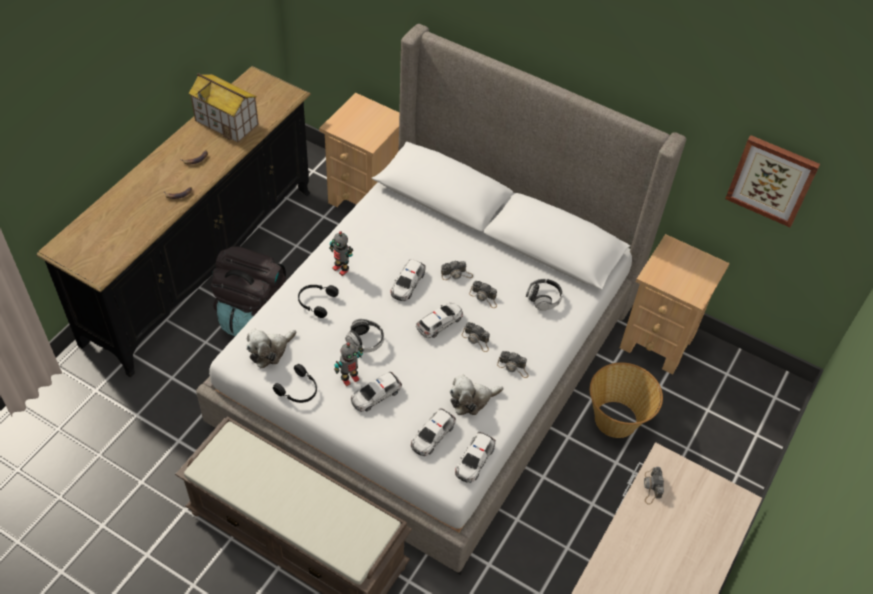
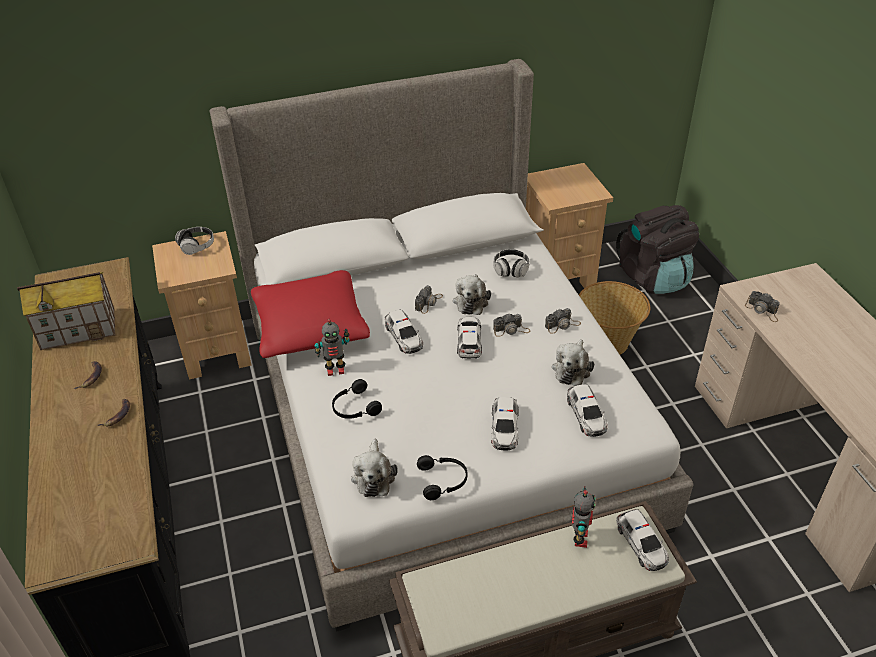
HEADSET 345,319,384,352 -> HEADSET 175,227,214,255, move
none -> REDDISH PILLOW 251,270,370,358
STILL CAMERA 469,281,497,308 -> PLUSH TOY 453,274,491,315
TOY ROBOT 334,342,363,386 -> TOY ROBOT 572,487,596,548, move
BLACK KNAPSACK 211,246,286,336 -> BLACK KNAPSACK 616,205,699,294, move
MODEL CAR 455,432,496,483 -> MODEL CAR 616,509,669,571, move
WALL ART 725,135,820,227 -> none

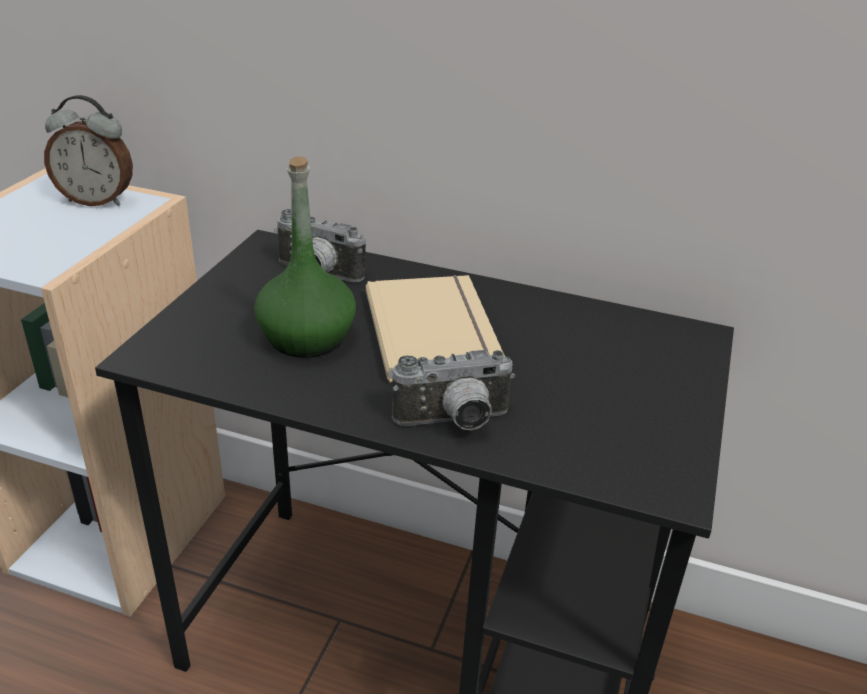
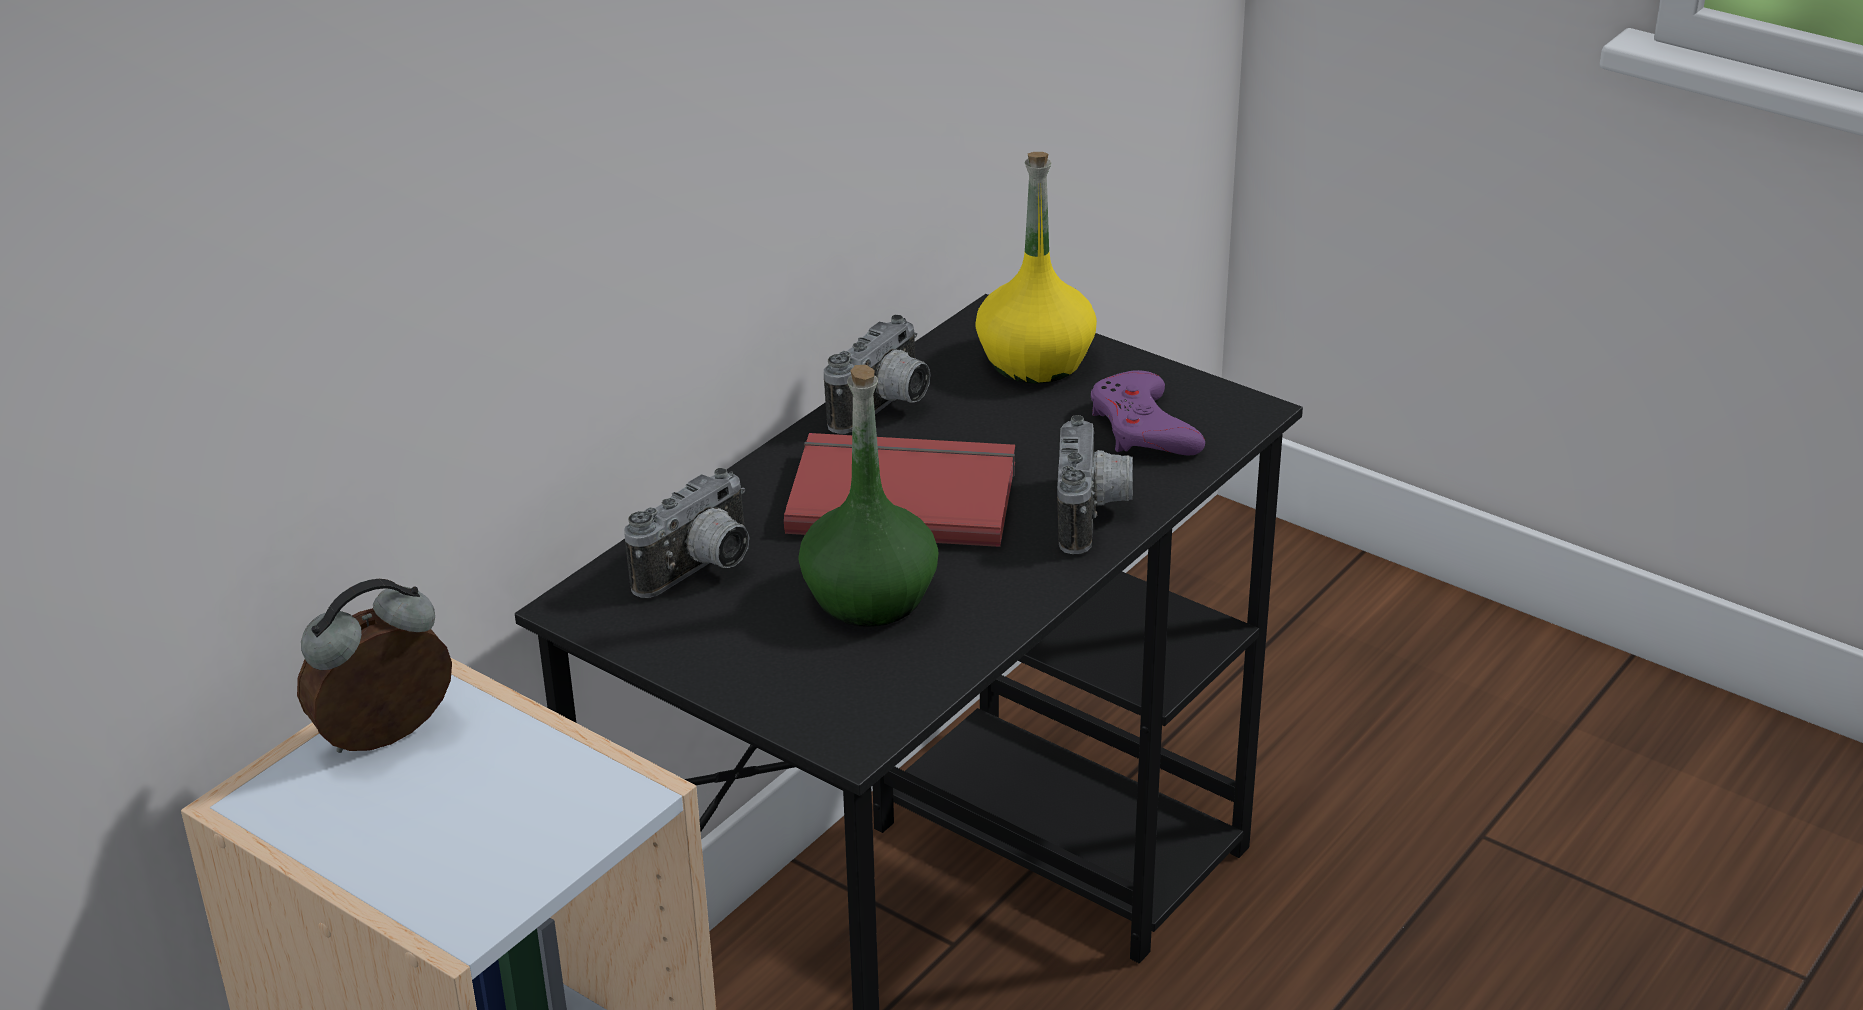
BEDSIDE CLOCK 44,95,133,206 -> BEDSIDE CLOCK 297,579,452,753, 150 degrees counterclockwise
SAND-COLOURED VOLUME 366,275,505,383 -> REDDISH VOLUME 784,433,1015,547
none -> STILL CAMERA 824,315,931,434
none -> YELLOW DRINK BOTTLE 975,152,1097,383
none -> PURPLE-COLOURED JOYPAD 1091,370,1205,455

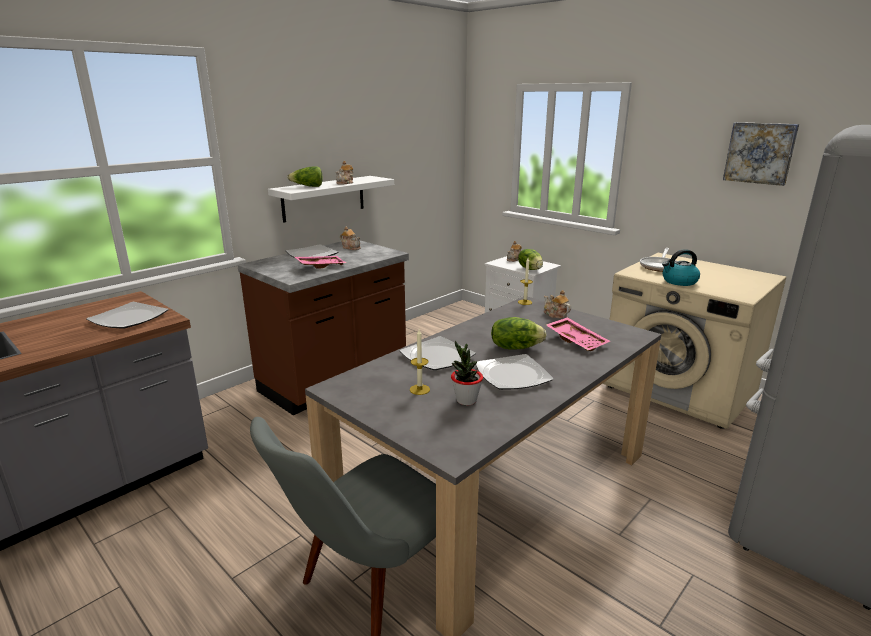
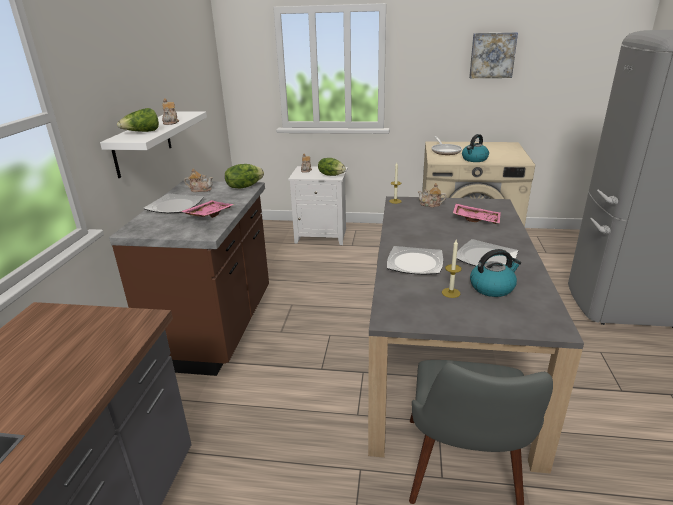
LETTUCE 491,317,547,349 -> LETTUCE 225,164,264,188, move
HOUSEPLANT 451,341,483,405 -> WATER KETTLE 470,249,521,297
PLATE 86,302,169,329 -> none

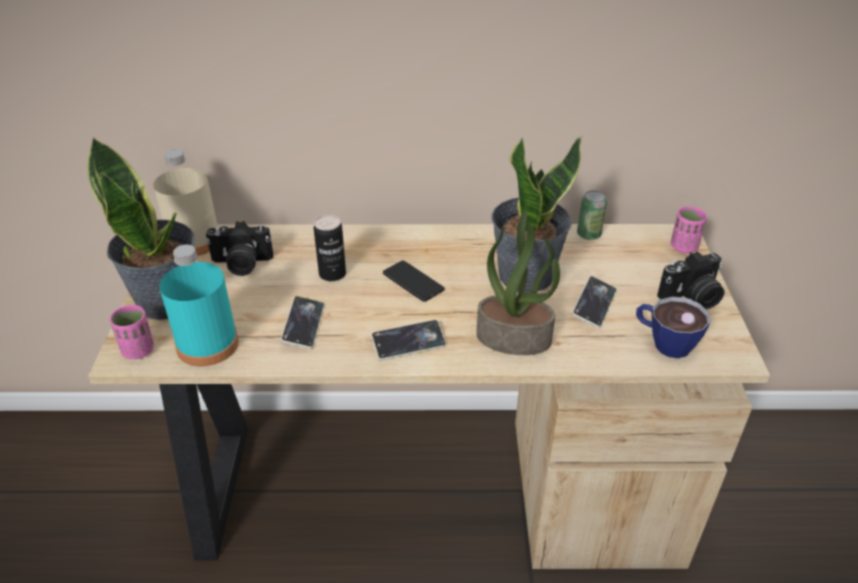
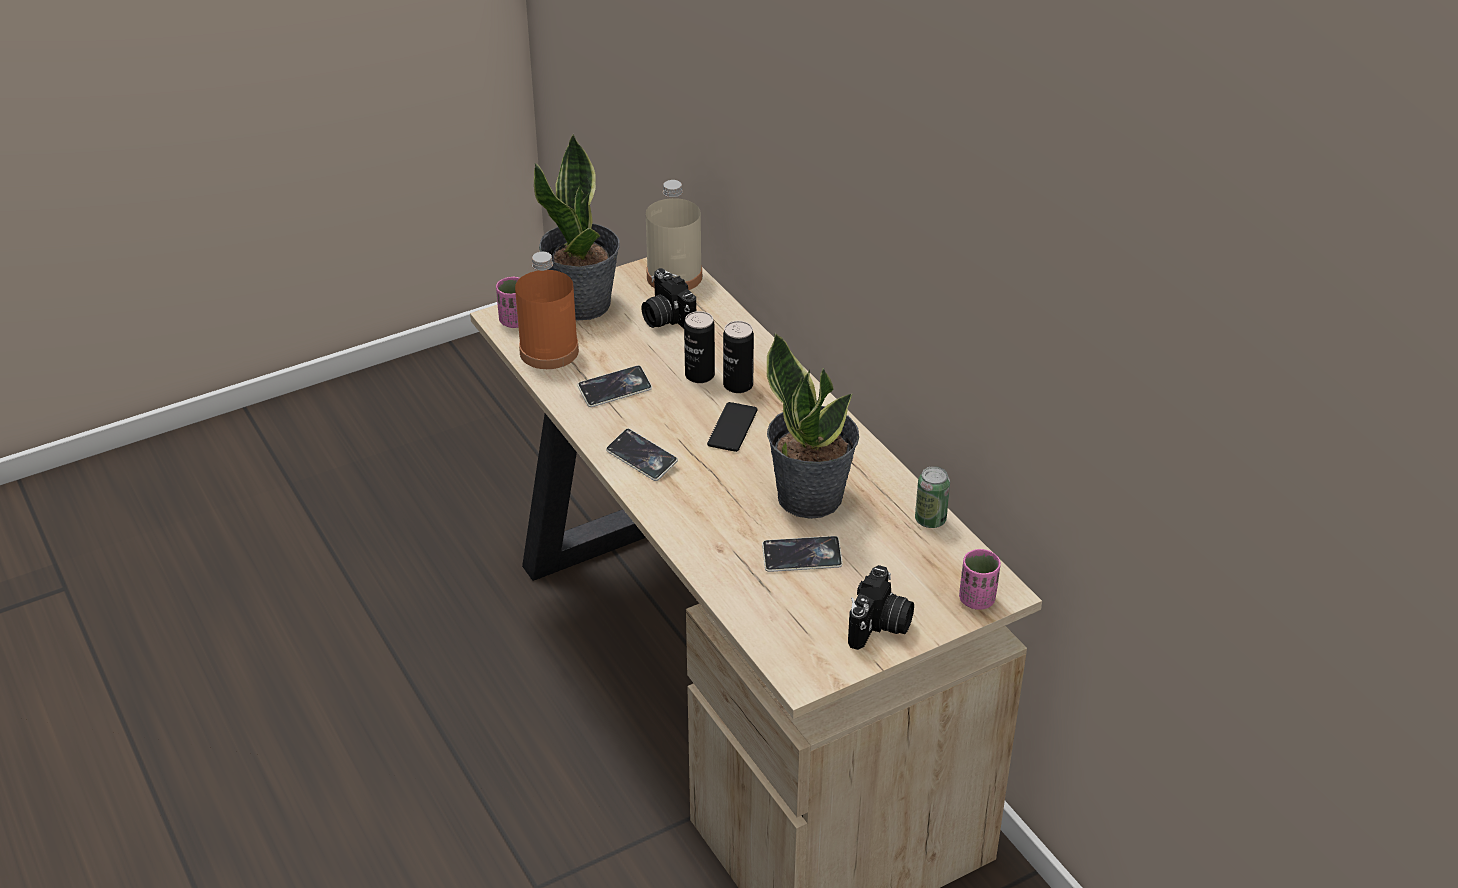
BLUE-GREEN DRINK BOTTLE 159,244,239,366 -> ORANGE DRINK BOTTLE 515,252,579,369
none -> METAL CAN 723,321,754,393
STILL CAMERA 657,251,724,309 -> STILL CAMERA 848,565,914,650, 105 degrees counterclockwise
HOUSEPLANT 476,211,560,355 -> none
SMALL CUP 636,297,710,358 -> none

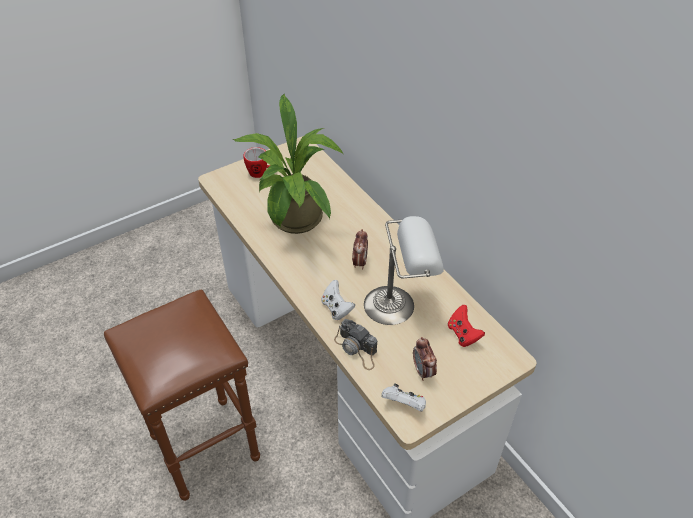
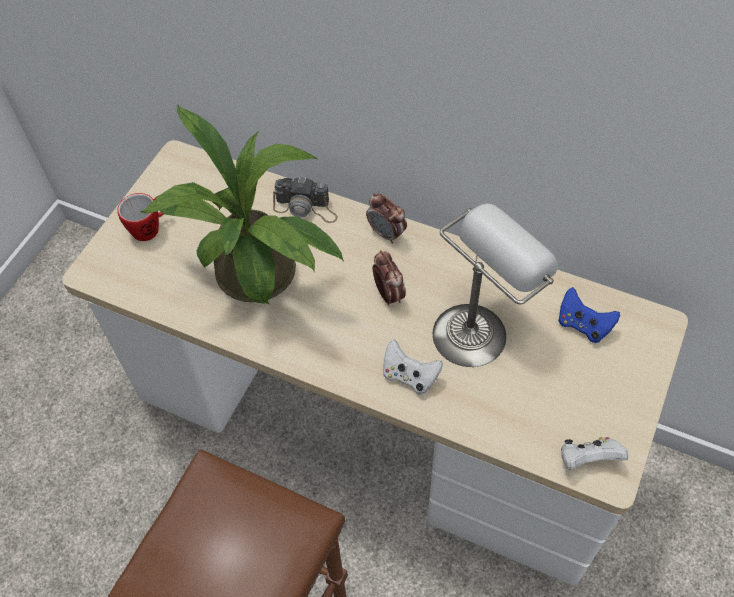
STILL CAMERA 334,319,377,370 -> STILL CAMERA 273,177,338,223, move
BEDSIDE CLOCK 413,337,437,381 -> BEDSIDE CLOCK 366,193,407,244, move
REDDISH JOYPAD 448,305,485,347 -> BLUE JOYPAD 558,287,620,343

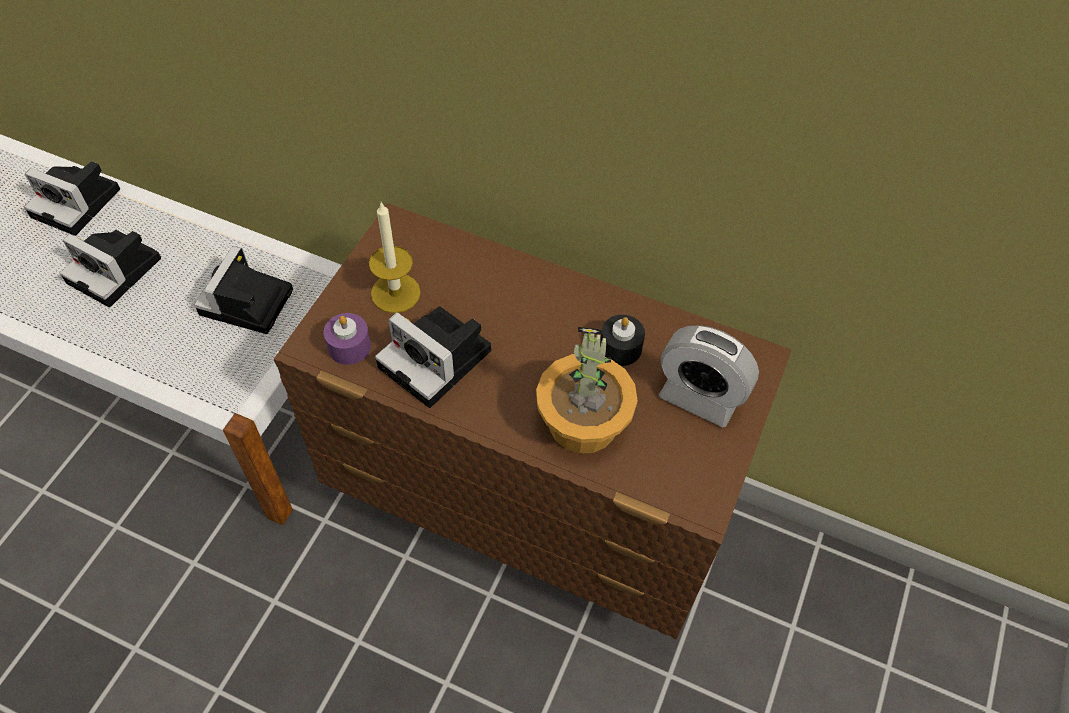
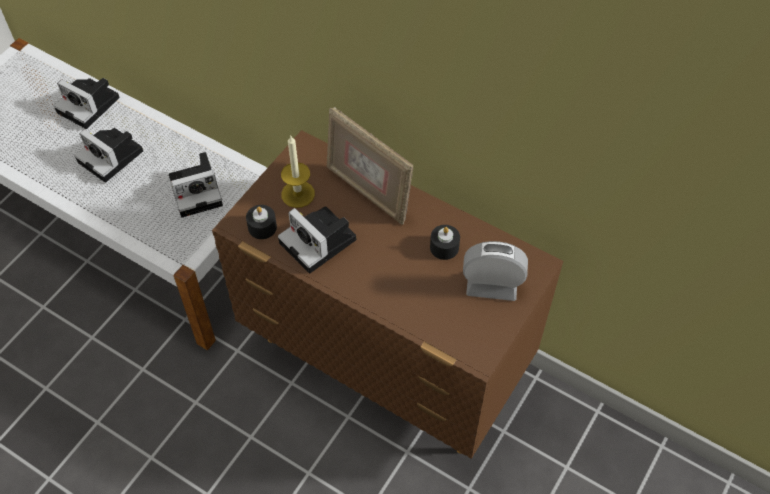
STILL CAMERA 194,246,293,334 -> STILL CAMERA 169,152,223,217, 135 degrees counterclockwise
PURPLE-COLOURED WAX CANDLE 324,313,371,365 -> BLACK WAX CANDLE 246,205,277,239
none -> PHOTO FRAME 327,107,413,225
BEDSIDE CLOCK 659,326,759,427 -> BEDSIDE CLOCK 463,241,528,301, 150 degrees clockwise
HOUSEPLANT 536,327,638,454 -> none

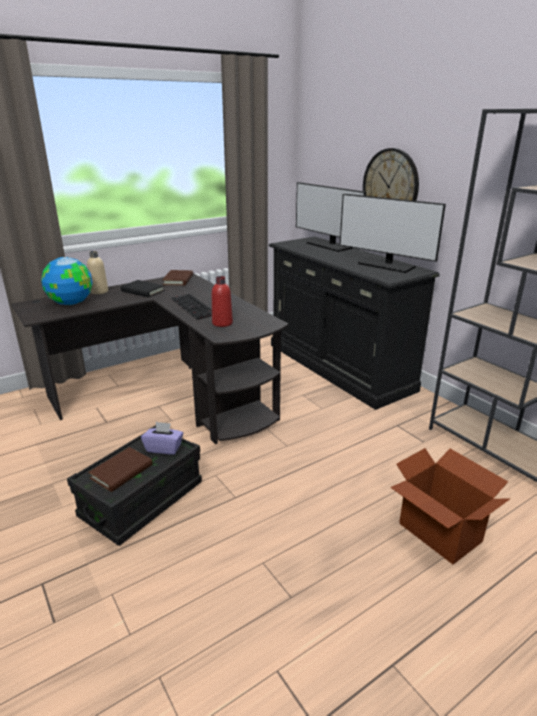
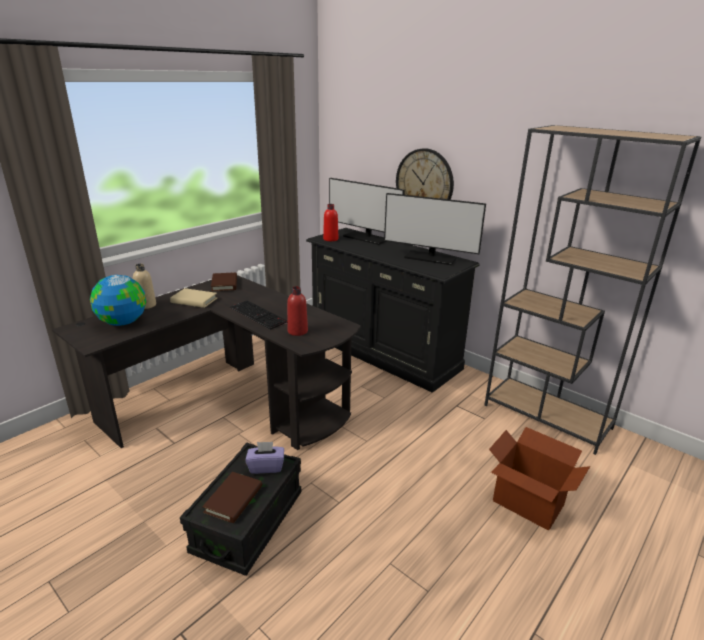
BLACK VOLUME 121,280,165,297 -> SAND-COLOURED VOLUME 170,288,217,308
none -> REDDISH DRINK BOTTLE 323,204,338,241

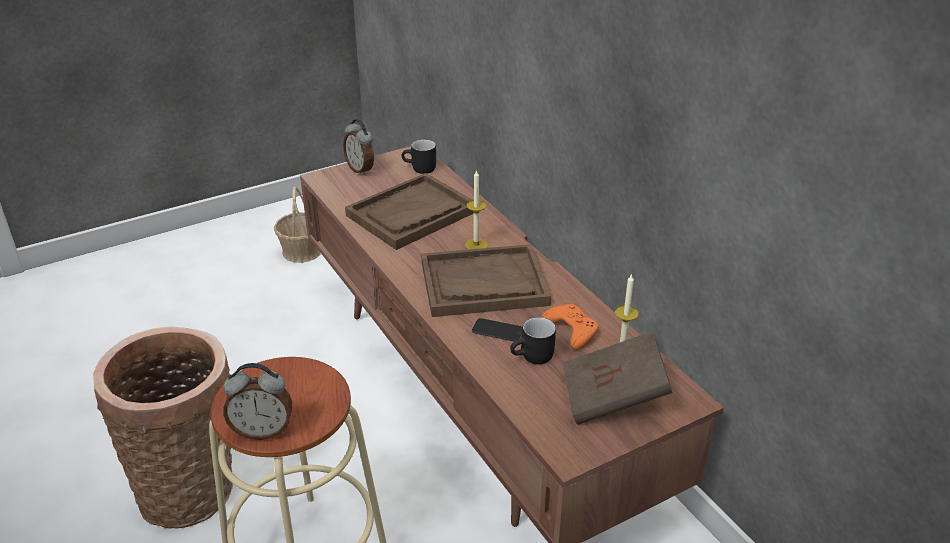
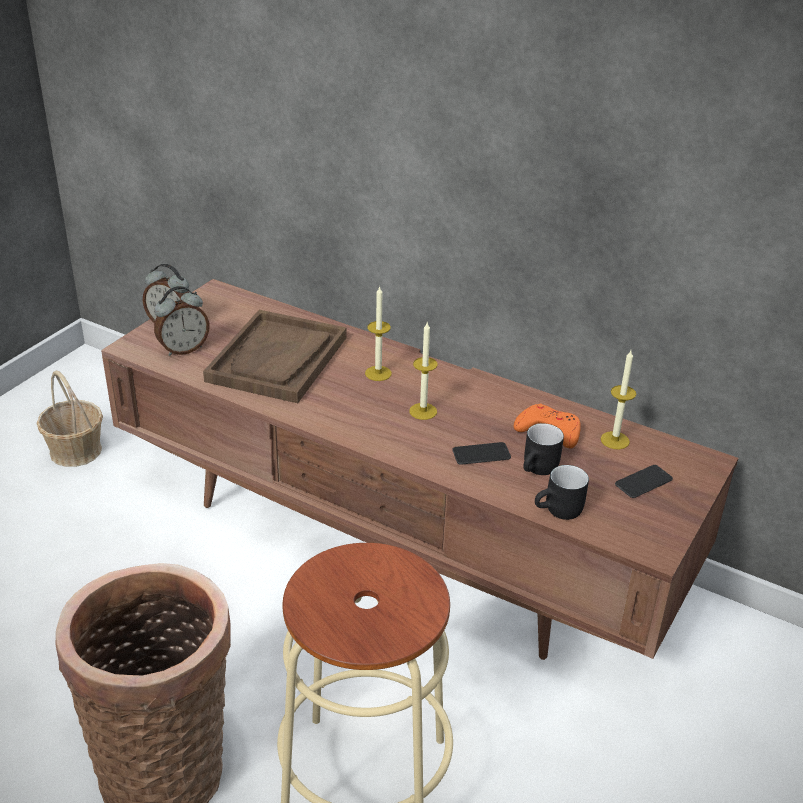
BEDSIDE CLOCK 223,363,292,440 -> BEDSIDE CLOCK 154,286,210,356, move
BROWN-COLOURED CARRYING TRAY 421,244,551,317 -> WAX CANDLE 409,323,438,420
BLACK MUG 402,139,436,174 -> BLACK MUG 535,465,589,520, move
BROWN-COLOURED VOLUME 563,331,673,425 -> PHONE 615,465,673,498

